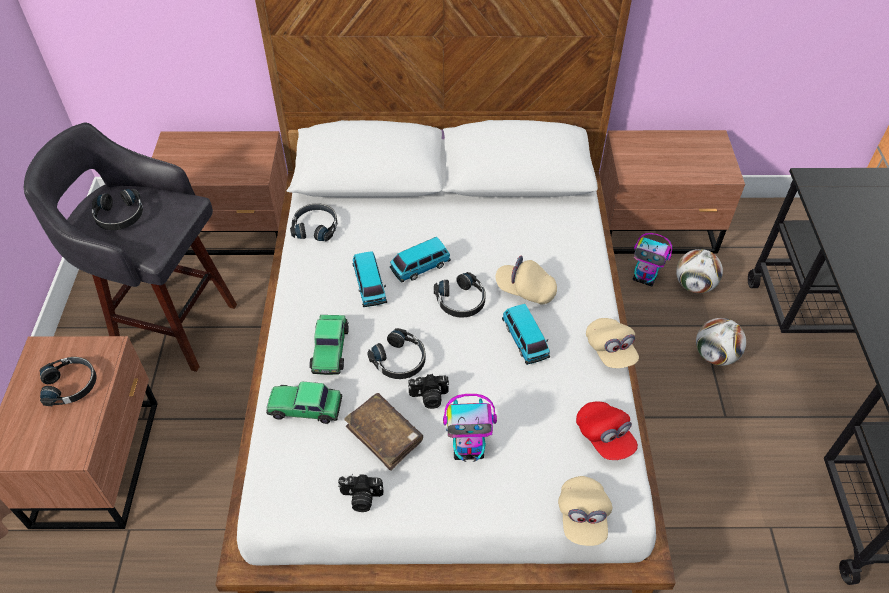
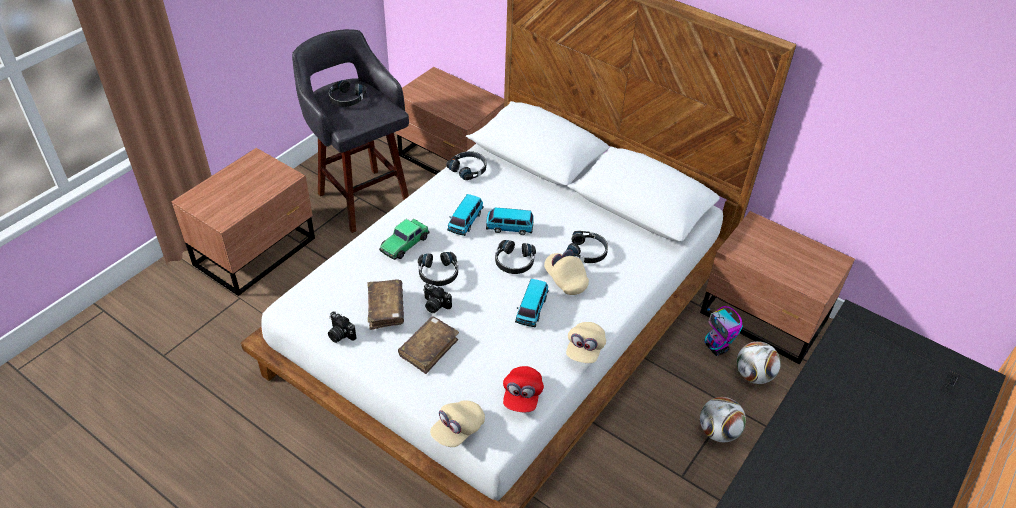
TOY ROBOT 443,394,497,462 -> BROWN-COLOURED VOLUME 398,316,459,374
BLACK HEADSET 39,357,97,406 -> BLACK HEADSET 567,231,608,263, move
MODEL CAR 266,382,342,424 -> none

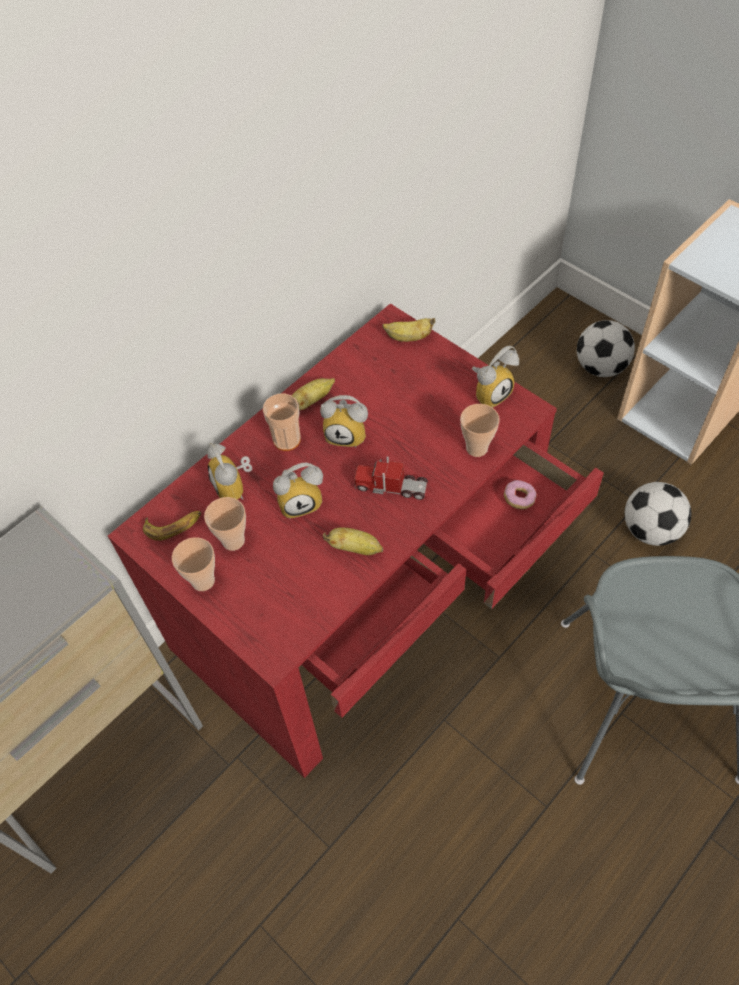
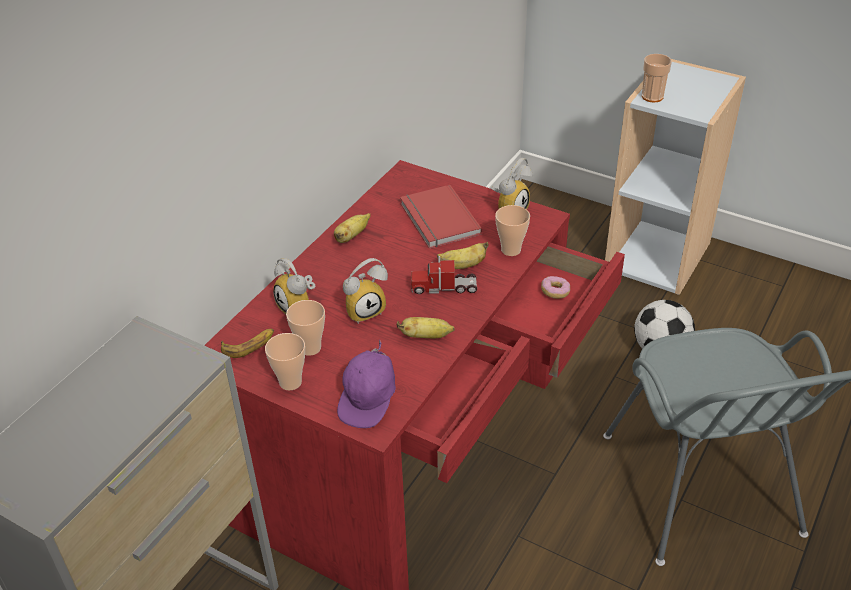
none -> PURPLE-COLOURED BASEBALL CAP 337,340,396,428
none -> REDDISH VOLUME 400,185,482,248
WHOLE BANANA 382,318,436,342 -> WHOLE BANANA 437,242,489,269, move
SMALL CUP 263,393,301,451 -> SMALL CUP 642,54,672,102, move
BEDSIDE CLOCK 320,395,368,448 -> none
FOOTBALL BALL 577,320,635,377 -> none

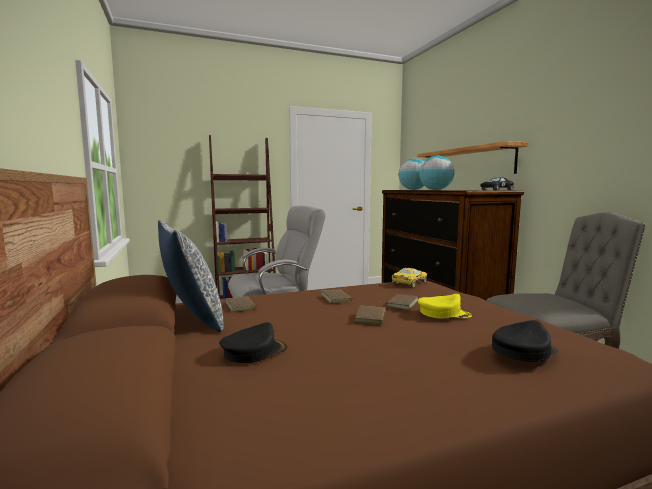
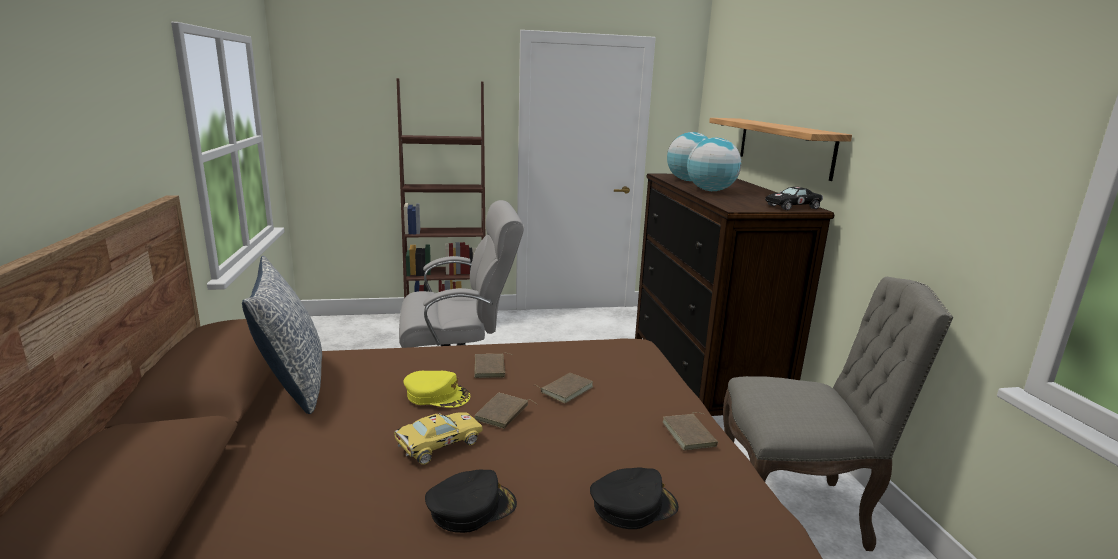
YELLOW MODEL CAR 392,268,427,287 -> YELLOW MODEL CAR 394,412,483,465, move
YELLOW BASEBALL CAP 418,294,472,319 -> YELLOW BASEBALL CAP 403,371,470,408, move
BLACK BASEBALL CAP 219,322,287,363 -> BLACK BASEBALL CAP 425,470,517,533, move
BROWN-COLOURED VOLUME 226,295,257,312 -> BROWN-COLOURED VOLUME 663,412,718,450, move

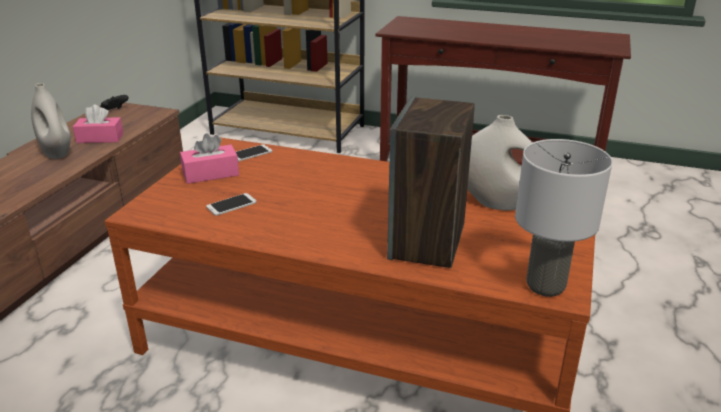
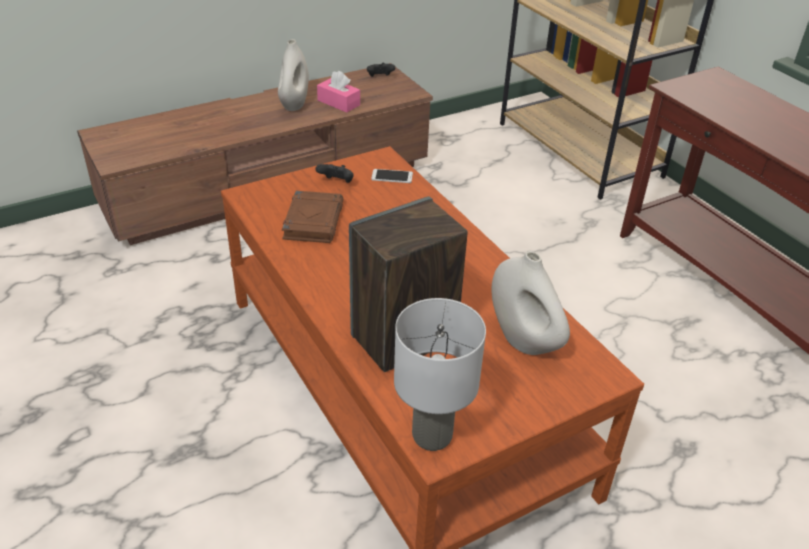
PHONE 206,193,257,216 -> BROWN-COLOURED VOLUME 282,191,343,243
PINK BOX OF TISSUES 180,133,239,184 -> BLACK JOYPAD 316,164,354,183

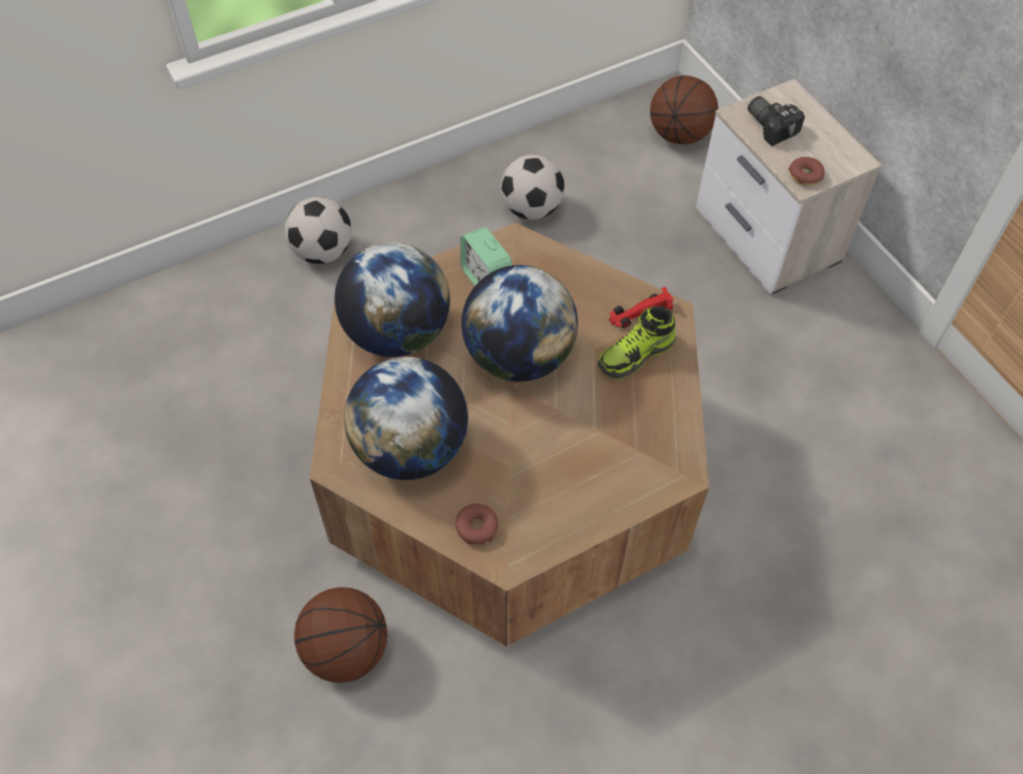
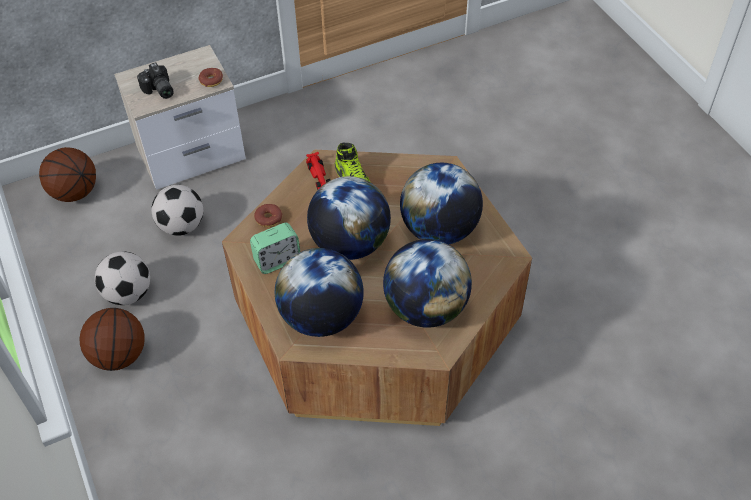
BASKETBALL BALL 294,587,387,683 -> BASKETBALL BALL 80,308,145,371, move
STILL CAMERA 748,96,805,146 -> STILL CAMERA 137,63,174,99, 90 degrees counterclockwise
FOOTBALL BALL 285,197,352,264 -> FOOTBALL BALL 151,185,203,236, move
DONUT 456,504,498,545 -> DONUT 254,204,282,227, move
none -> WORLD GLOBE 400,163,483,244

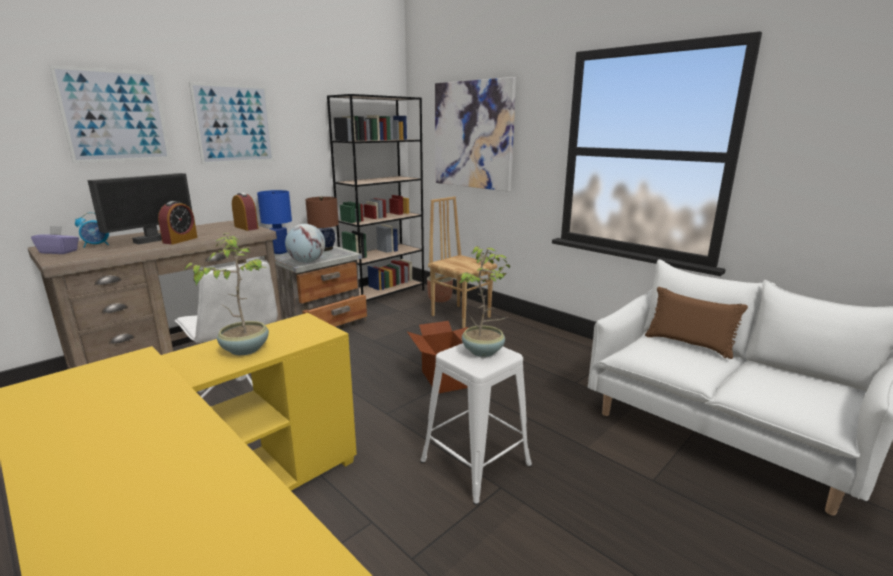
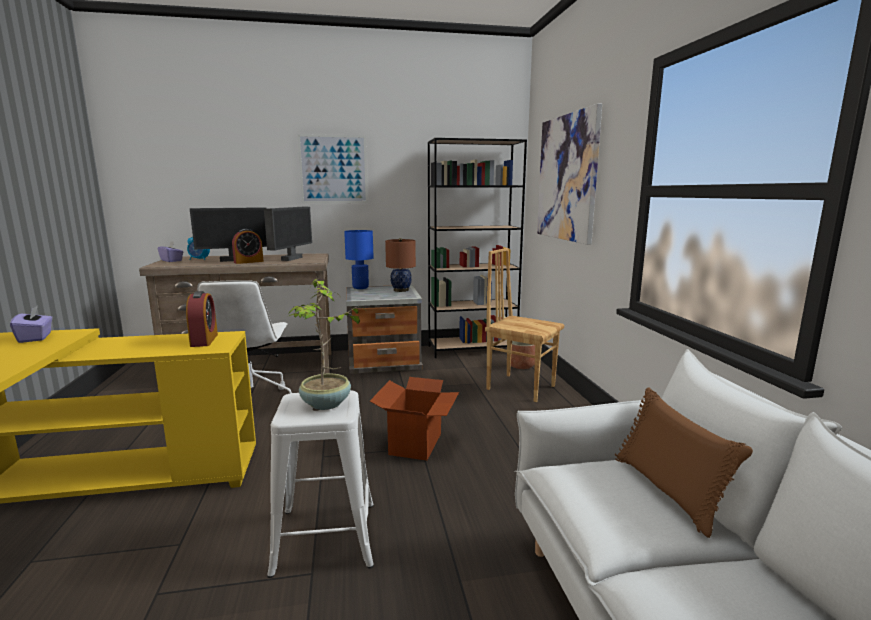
none -> PURPLE-COLOURED BOX OF TISSUES 10,305,53,343
BEDSIDE CLOCK 232,193,258,231 -> BEDSIDE CLOCK 186,291,218,347, move
none -> COMPUTER SCREEN 264,207,312,261
BROWN-COLOURED CHAIR 428,197,497,328 -> BROWN-COLOURED CHAIR 485,248,564,402, 45 degrees counterclockwise
WALL ART 49,65,171,163 -> none
HOUSEPLANT 184,233,269,355 -> none
WORLD GLOBE 285,224,325,263 -> none

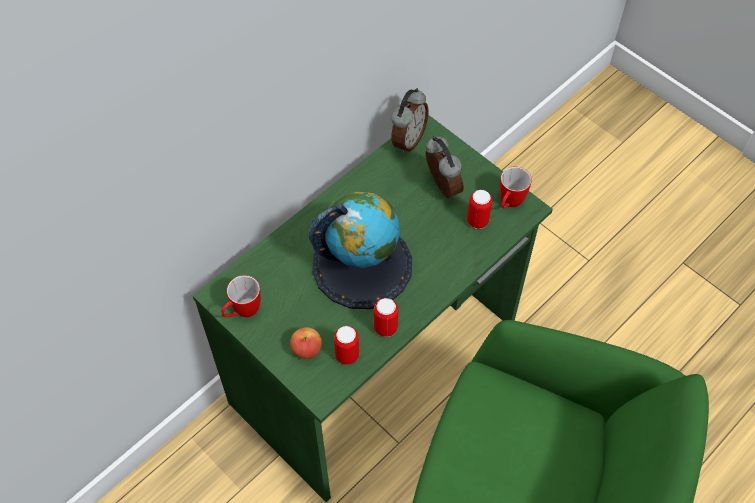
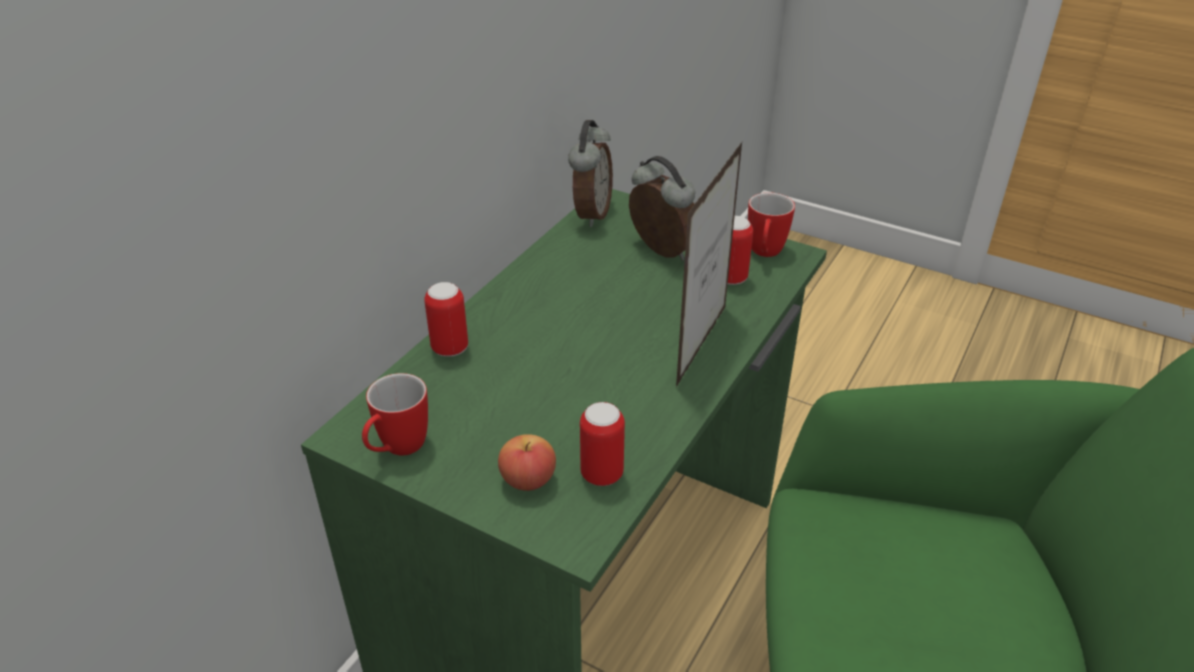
METAL CAN 374,298,398,337 -> METAL CAN 424,282,468,357, move
none -> PHOTO FRAME 676,142,742,387
WORLD GLOBE 309,191,412,309 -> none

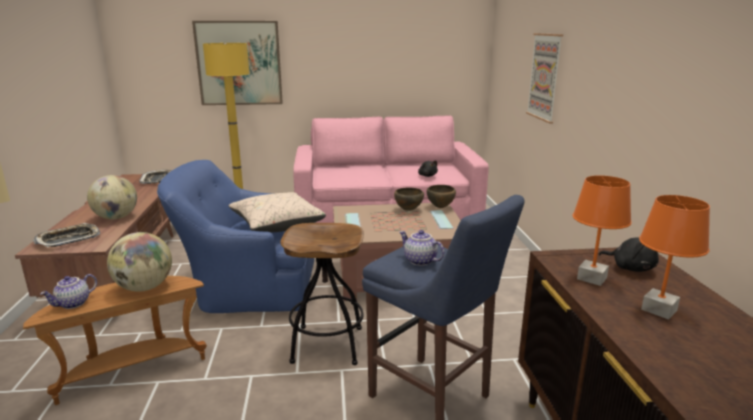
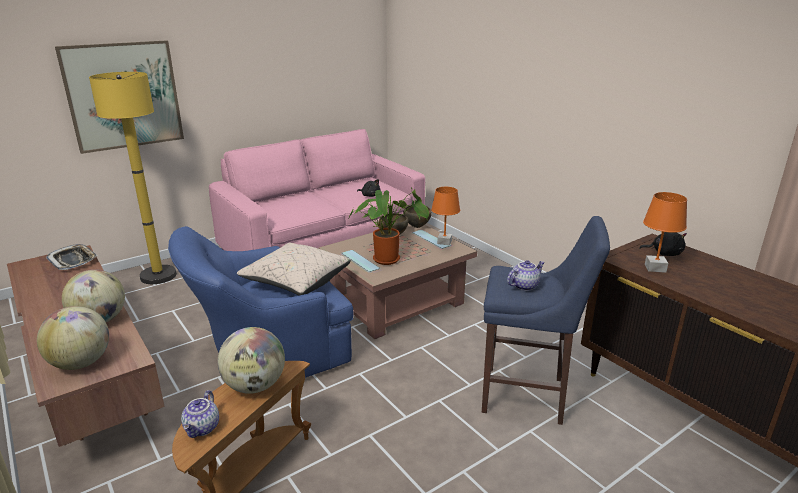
CARRYING TRAY 33,223,100,247 -> WORLD GLOBE 37,306,109,370
none -> HOUSEPLANT 349,188,429,265
ORANGE TABLETOP LAMP 639,195,710,320 -> ORANGE TABLETOP LAMP 431,187,460,245, move
POT FOR TEA 400,230,445,266 -> POT FOR TEA 507,260,545,291, 135 degrees clockwise
BROWN-COLOURED STOOL SEAT 281,223,364,365 -> none
WALL ART 526,33,563,123 -> none

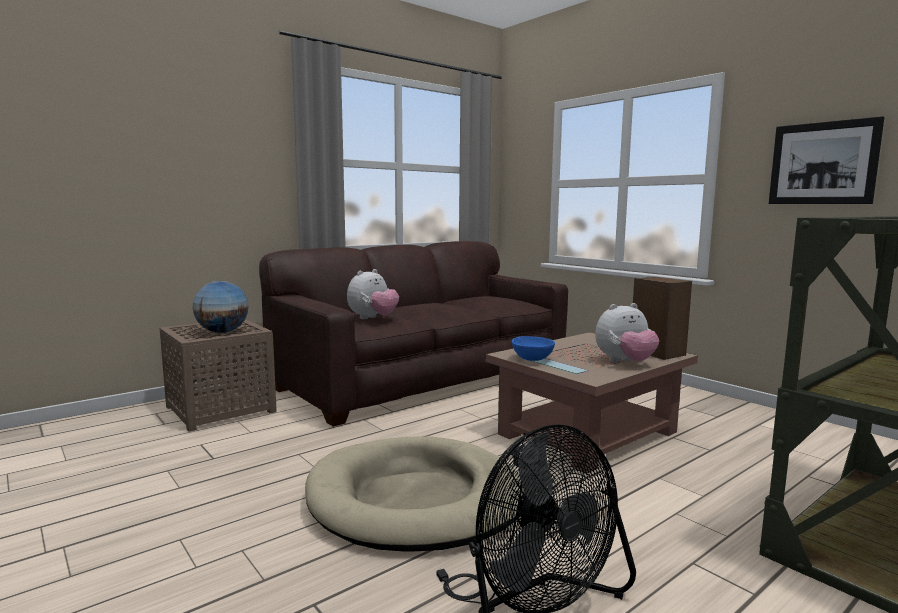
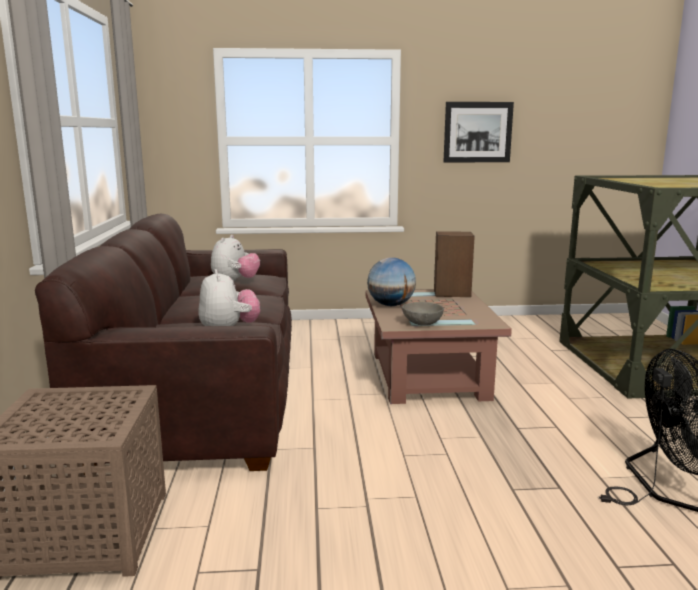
PLUSH TOY 595,303,659,362 -> PLUSH TOY 211,235,260,281, move
WORLD GLOBE 193,281,249,333 -> WORLD GLOBE 367,257,416,306, move
BLUE SERVING BOWL 512,336,555,361 -> GREY SERVING BOWL 402,302,444,326
SAND-COLOURED DOG BED 305,436,524,551 -> none

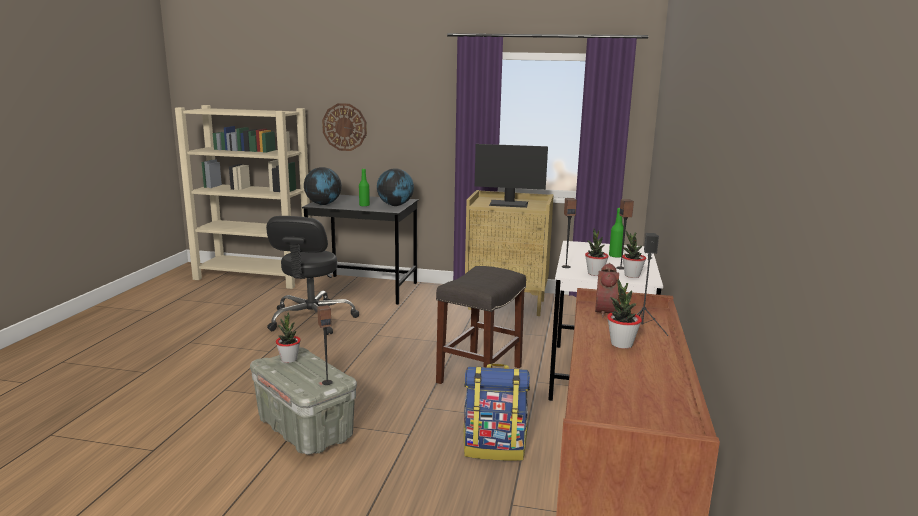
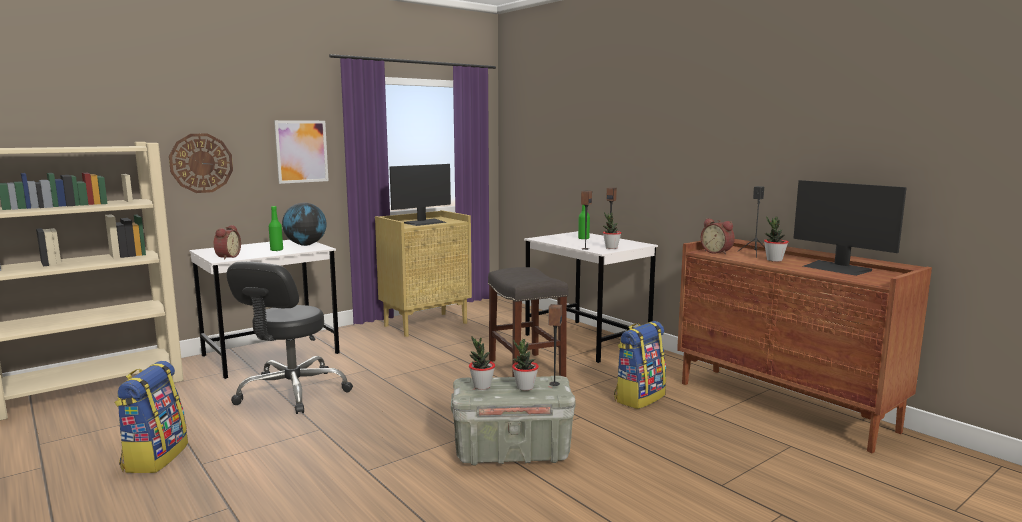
none -> KNAPSACK 115,361,188,473
BLACK DESK UNIT 302,195,419,305 -> WHITE-COLOURED DESK UNIT 189,240,340,379
WORLD GLOBE 304,167,342,205 -> BEDSIDE CLOCK 214,225,241,260
BLACK DESK CHAIR 266,216,359,335 -> BLACK DESK CHAIR 226,261,353,414, 60 degrees clockwise
none -> WALL ART 274,120,329,184
HOUSEPLANT 622,231,646,278 -> HOUSEPLANT 512,339,539,391, move
none -> COMPUTER SCREEN 793,180,907,276

